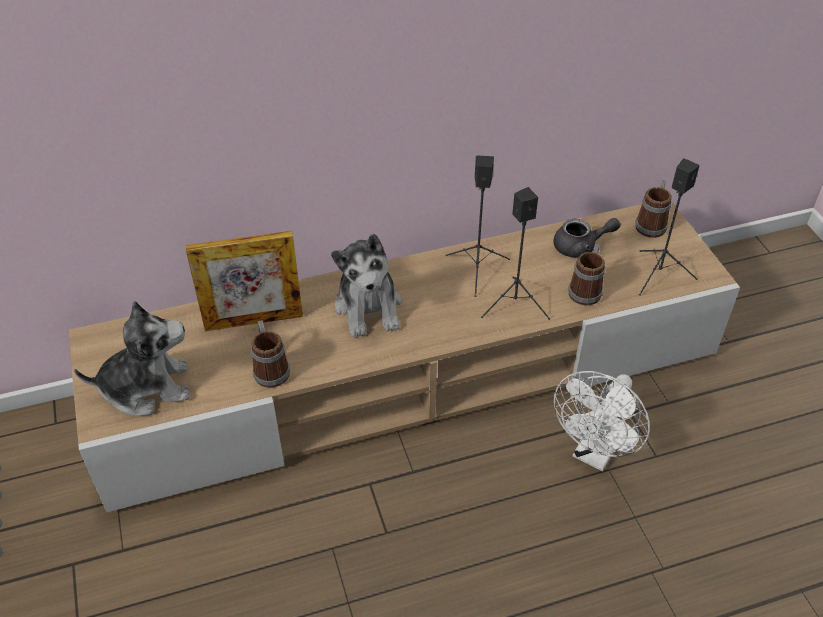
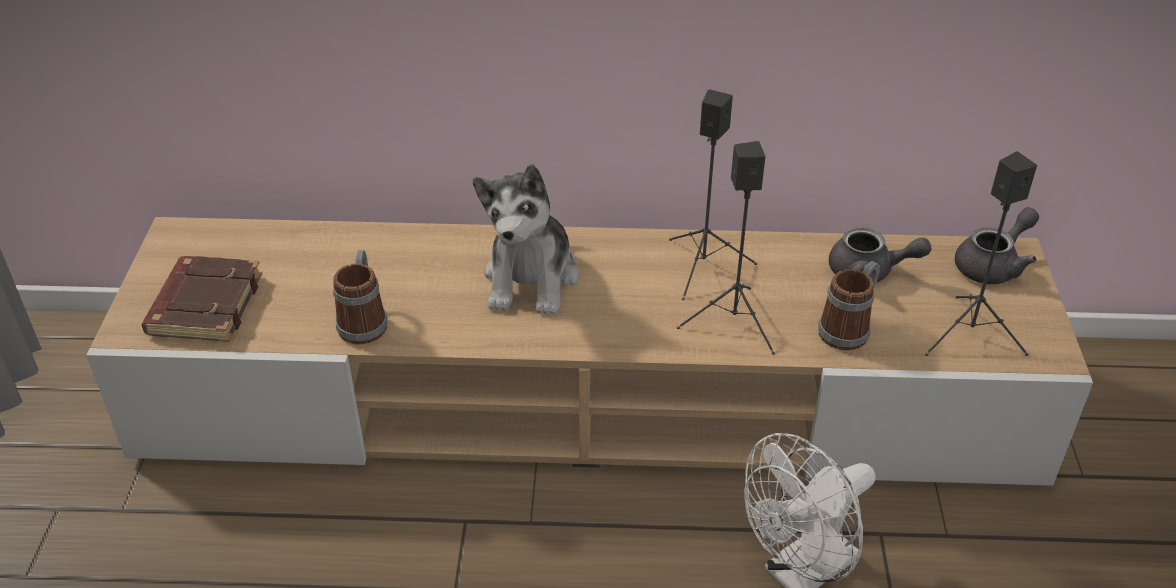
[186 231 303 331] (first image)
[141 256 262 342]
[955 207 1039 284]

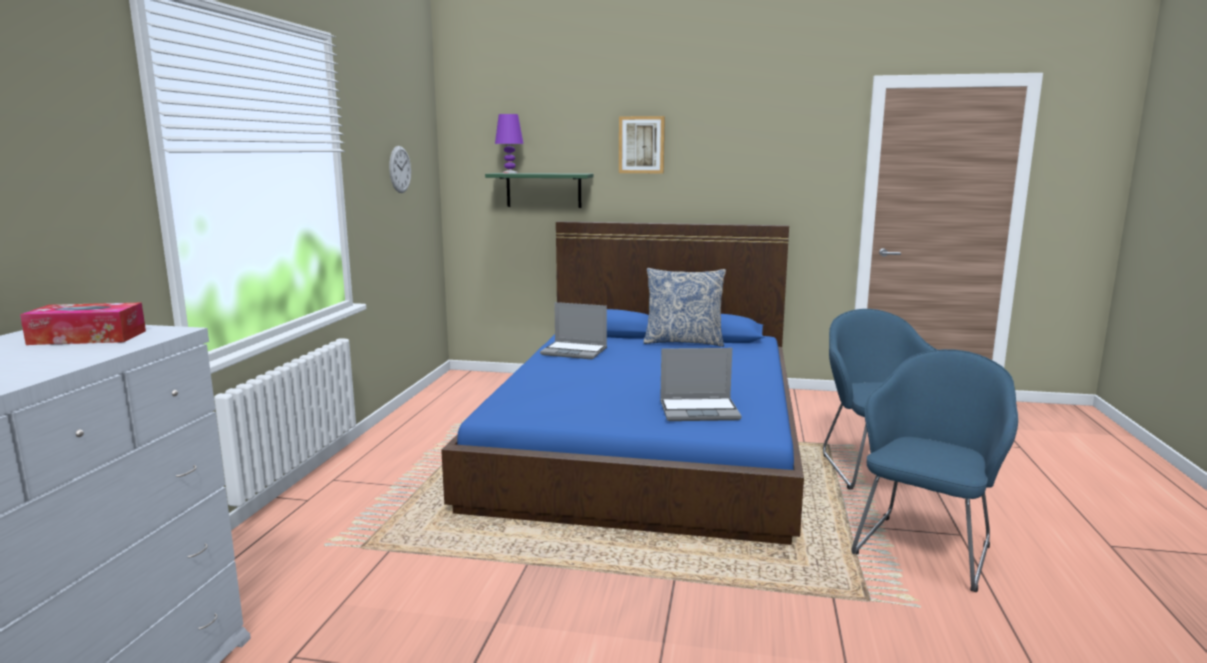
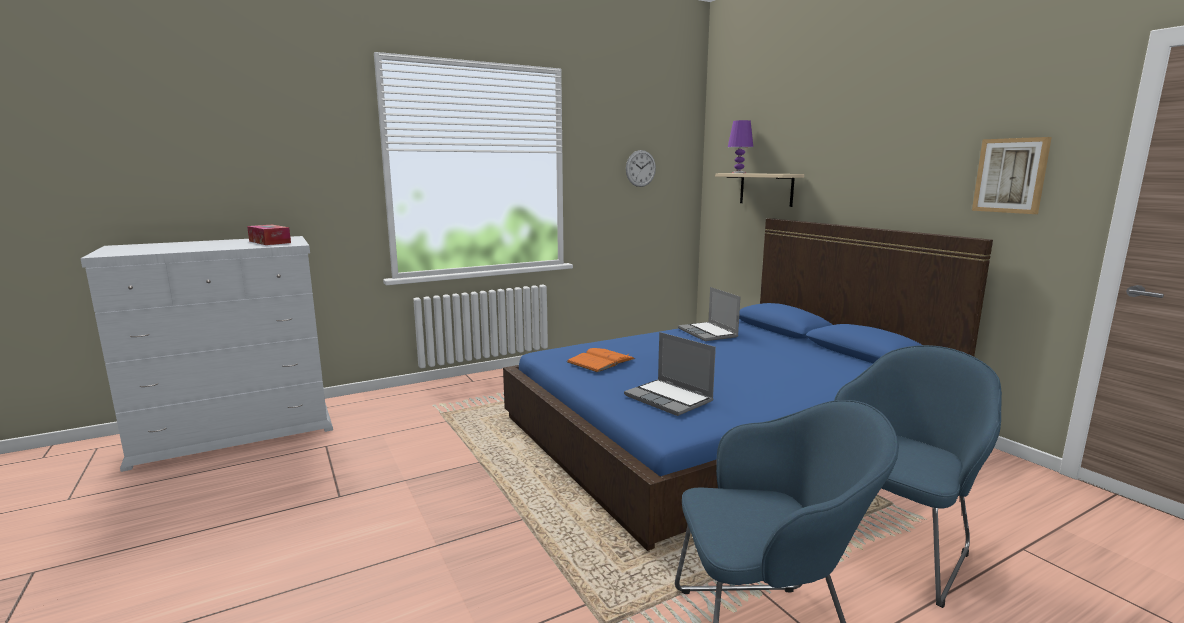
[643 268 726 347] (first image)
[567 348 635 372]
[972 137 1052 214]
[715 173 804 207]

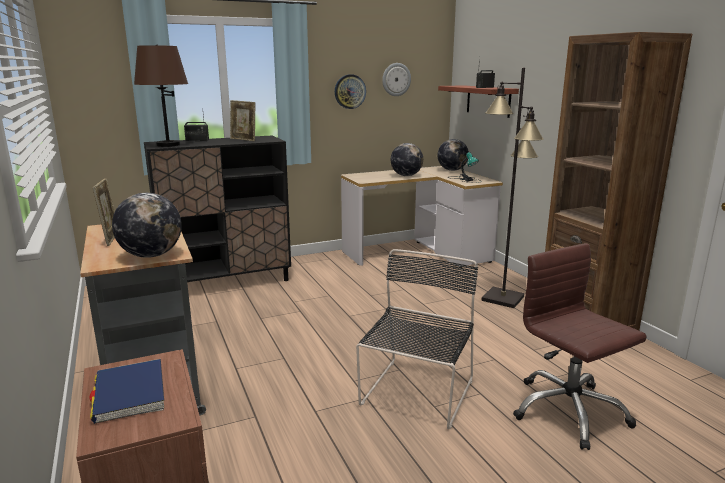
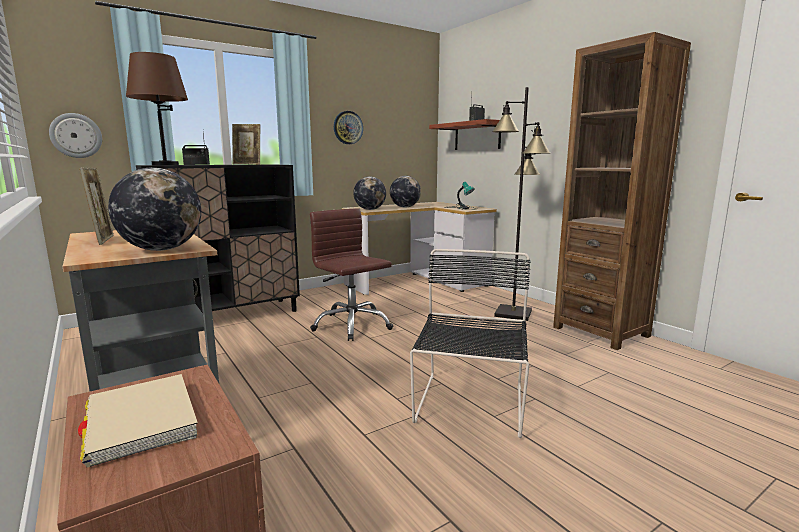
[49 113 102 158]
[353 176 386 210]
[310 208 393 341]
[78 374 198 468]

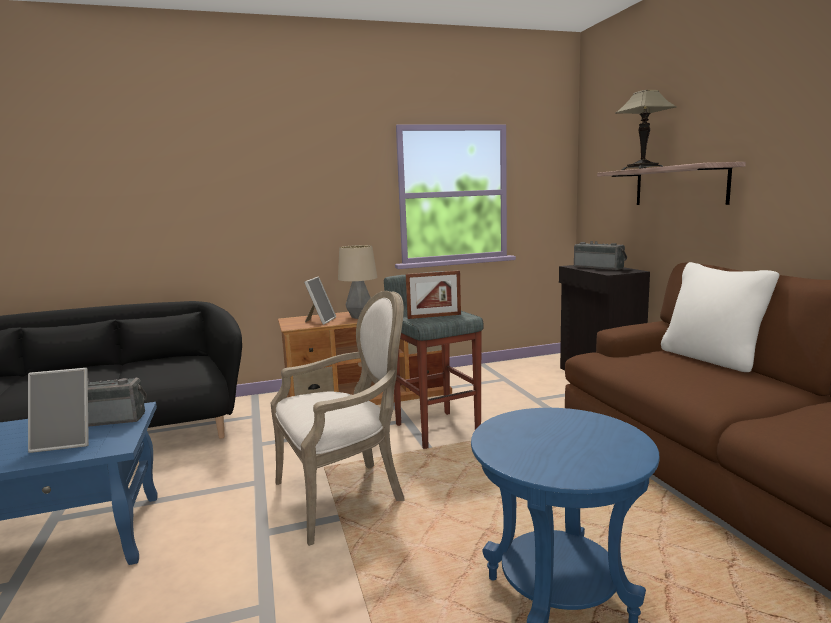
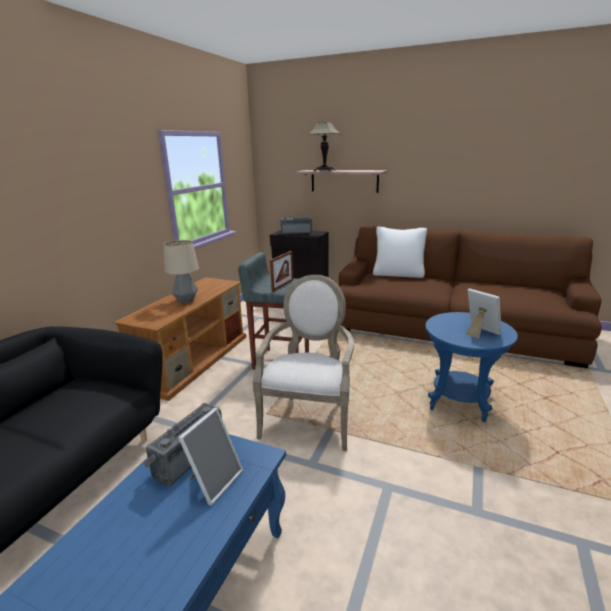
[466 288 501 339]

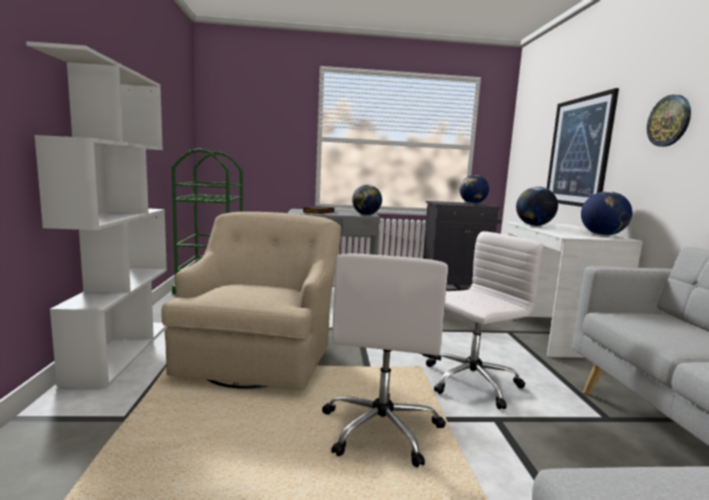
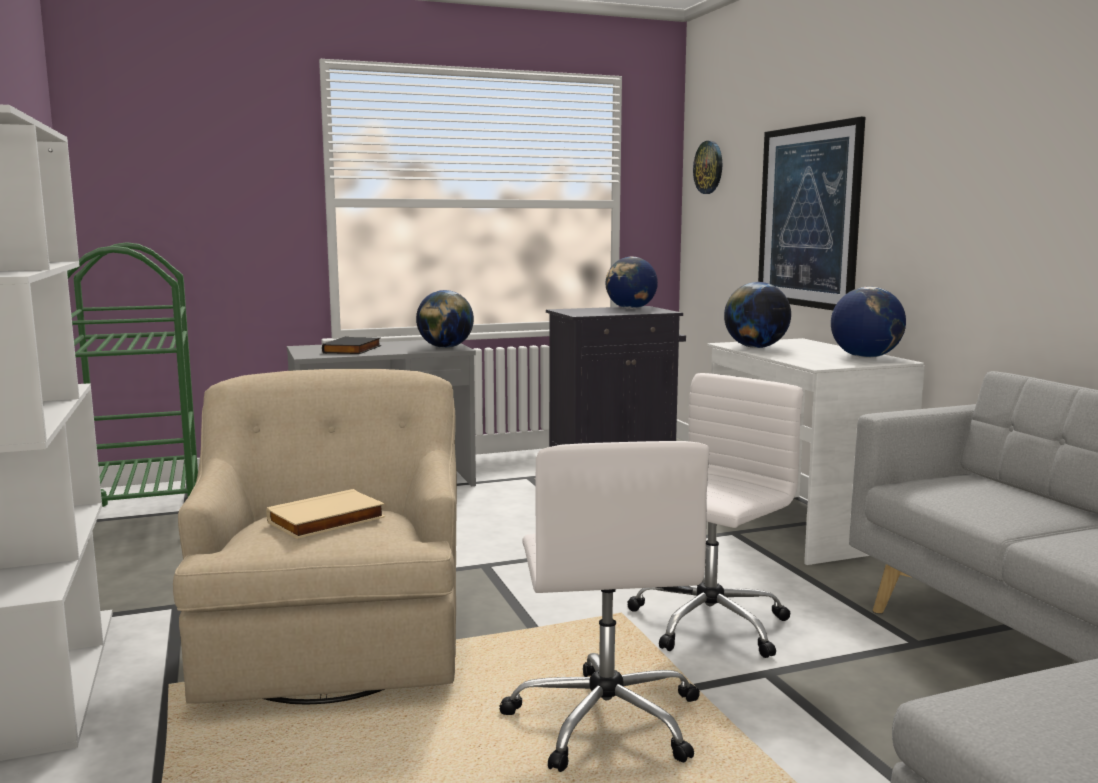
[266 489 385 539]
[693 141 722 194]

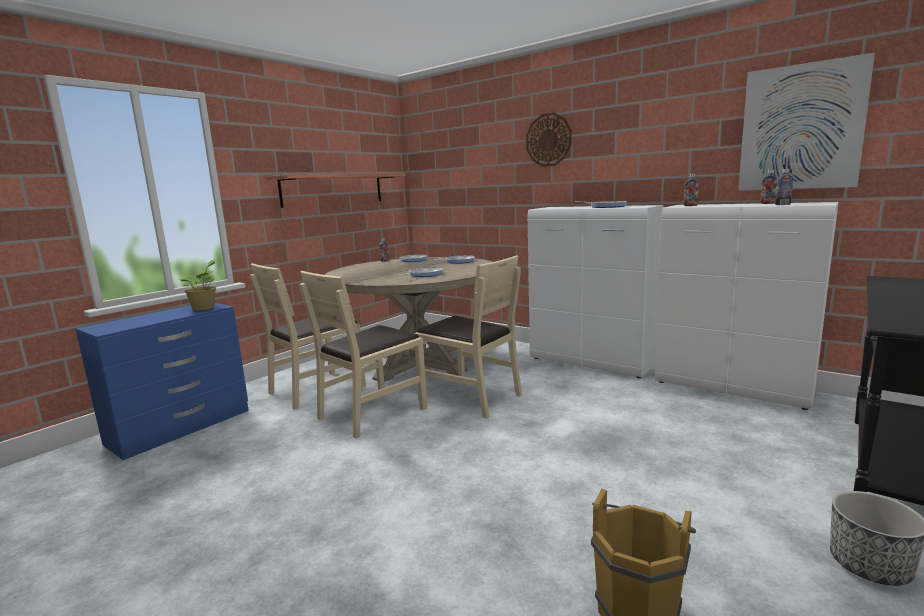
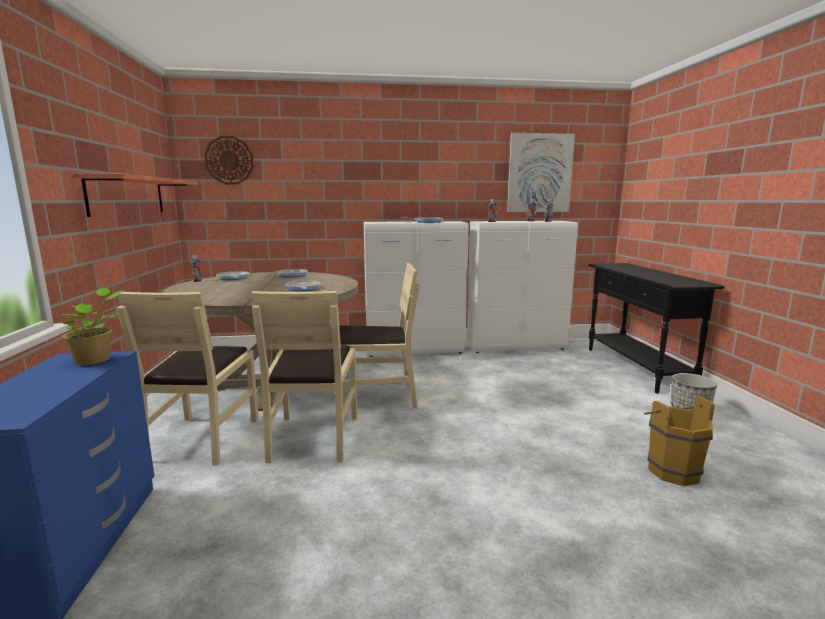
[204 136 254 185]

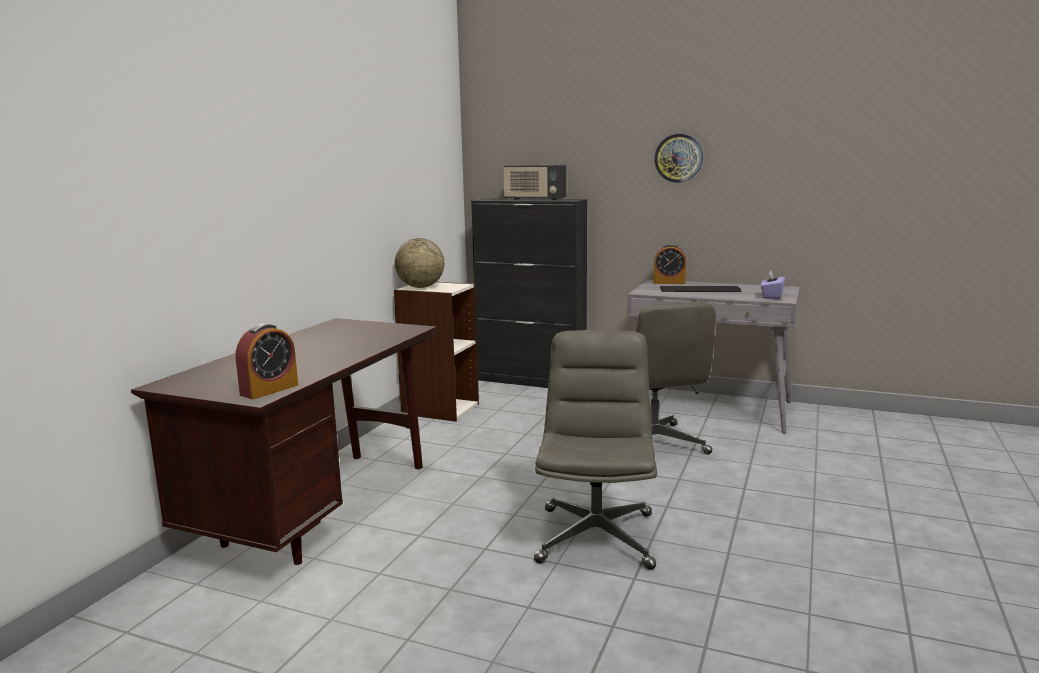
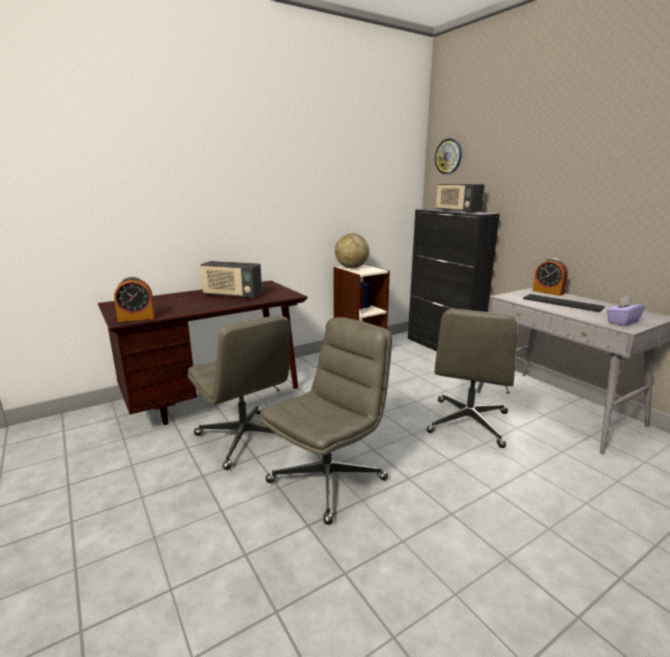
[188 315 290 470]
[200 261 262 299]
[435 138 462 174]

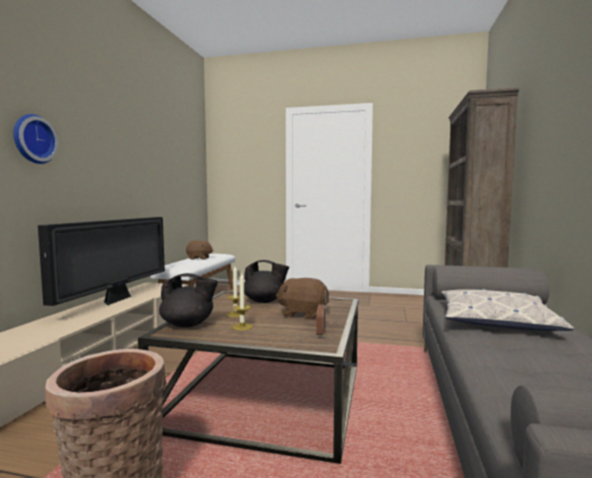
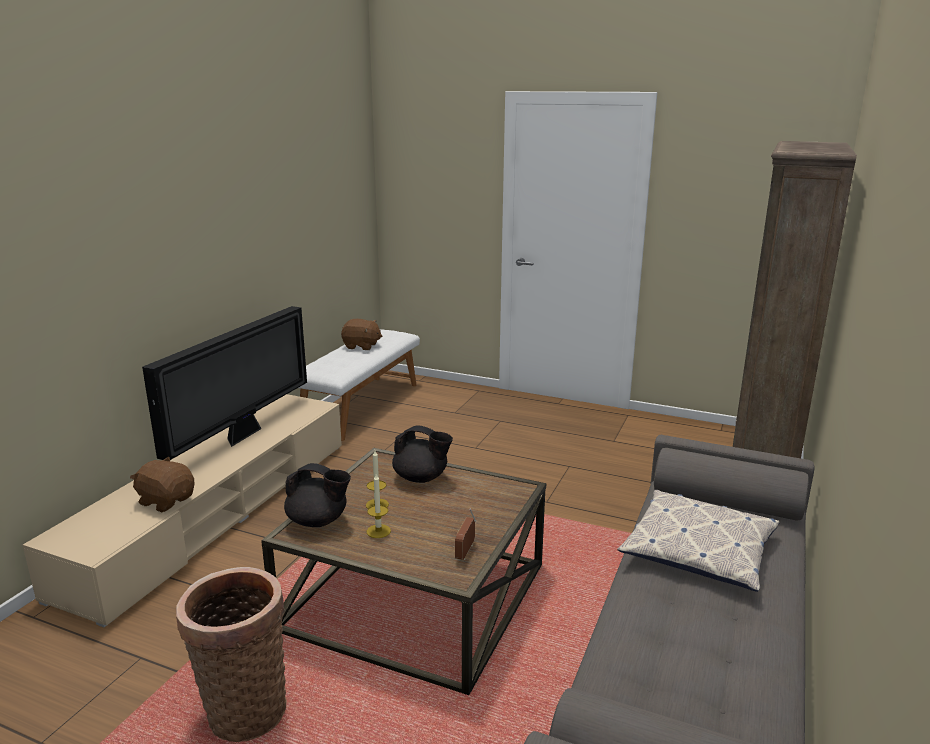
[13 114 59 164] (first image)
[130 457 195 513]

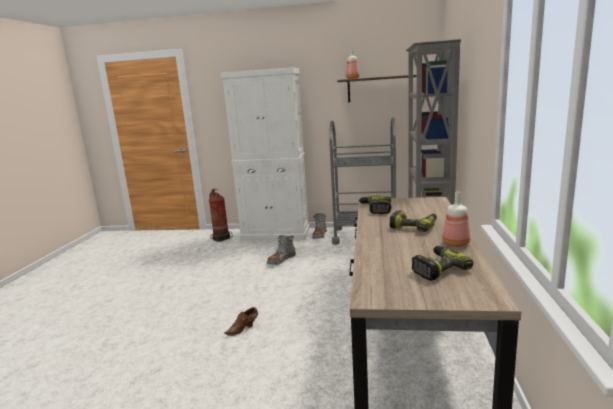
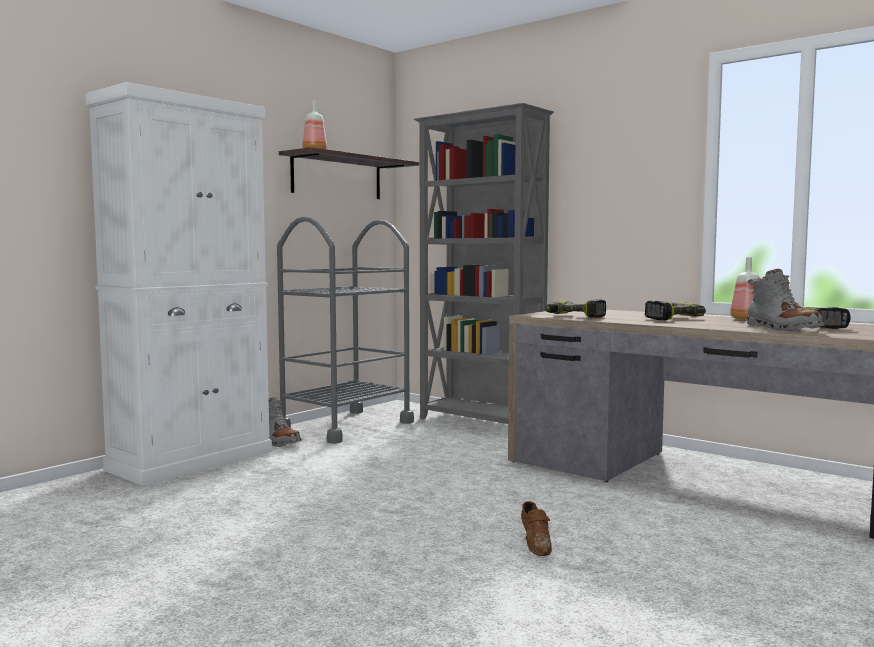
[209 189 232 242] (first image)
[747 269 825 332]

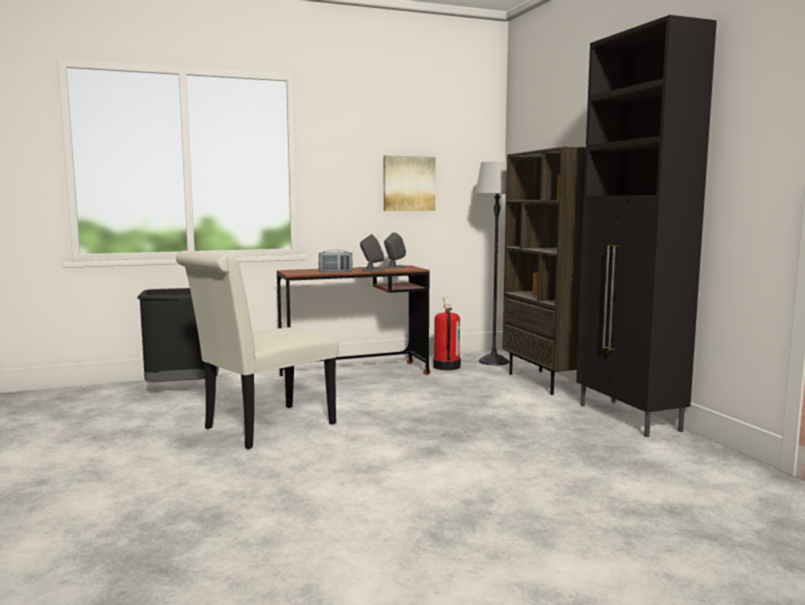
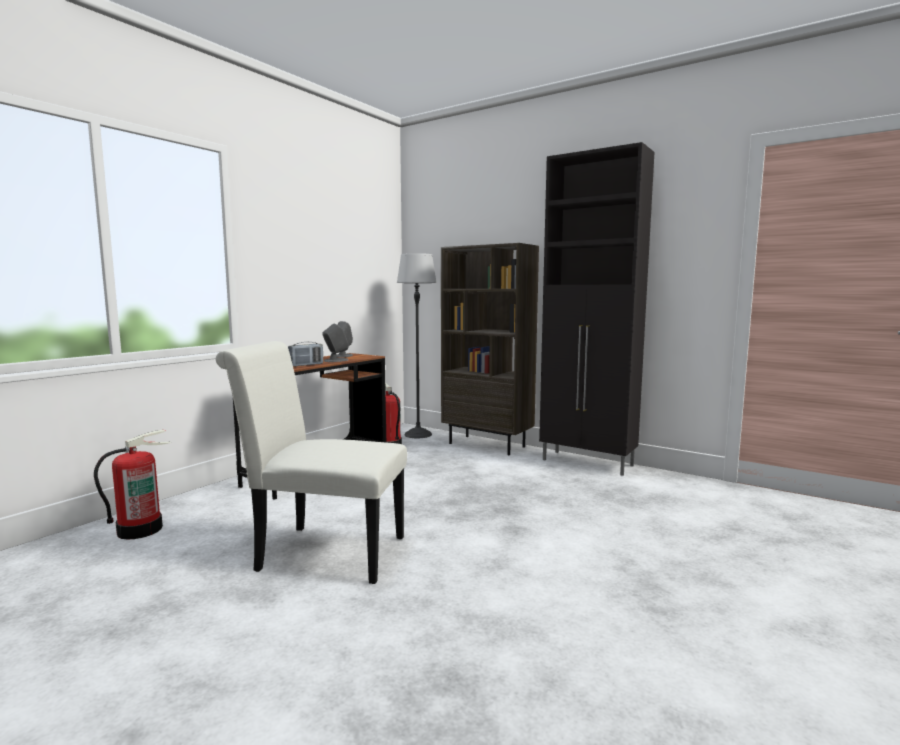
[384 156 436 211] (first image)
[94 430 172 540]
[216 341 407 584]

